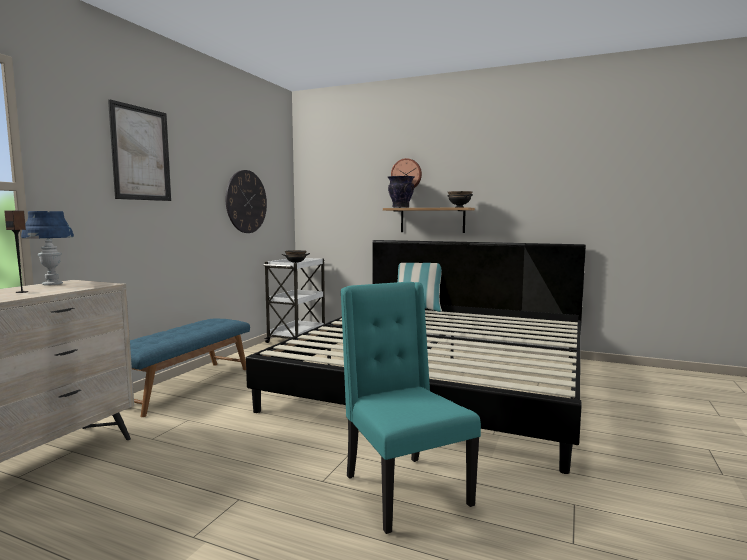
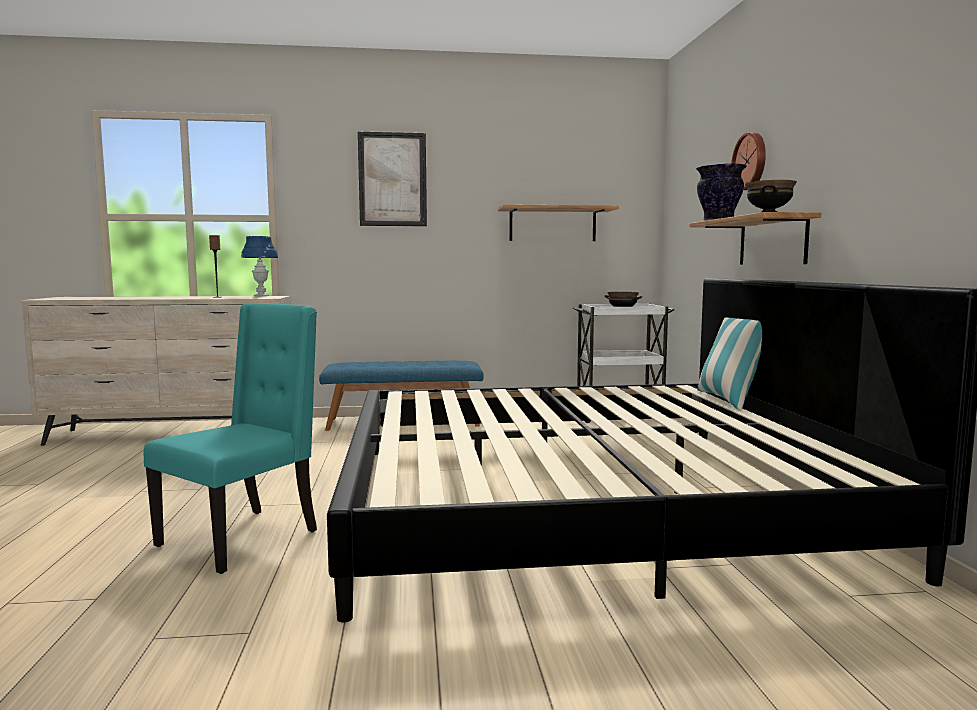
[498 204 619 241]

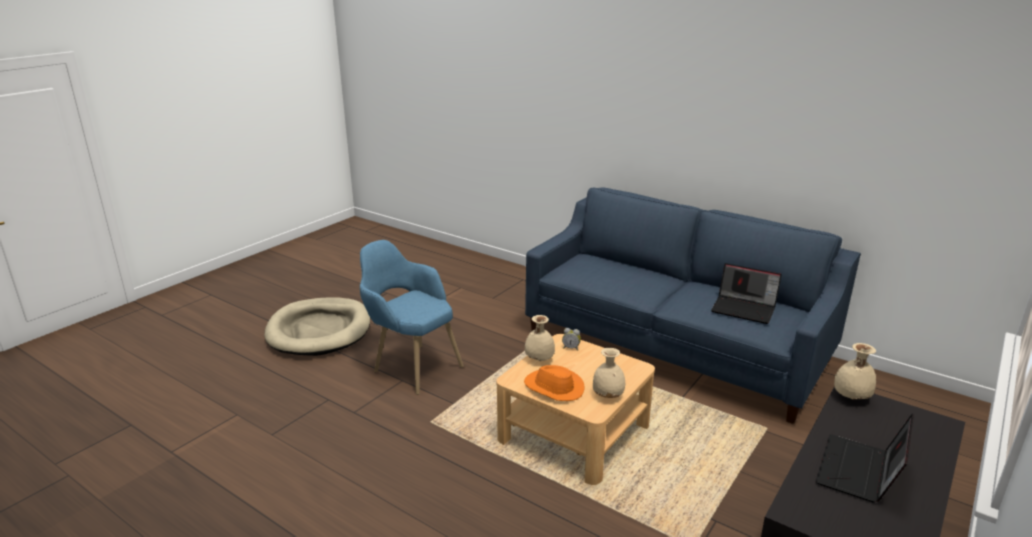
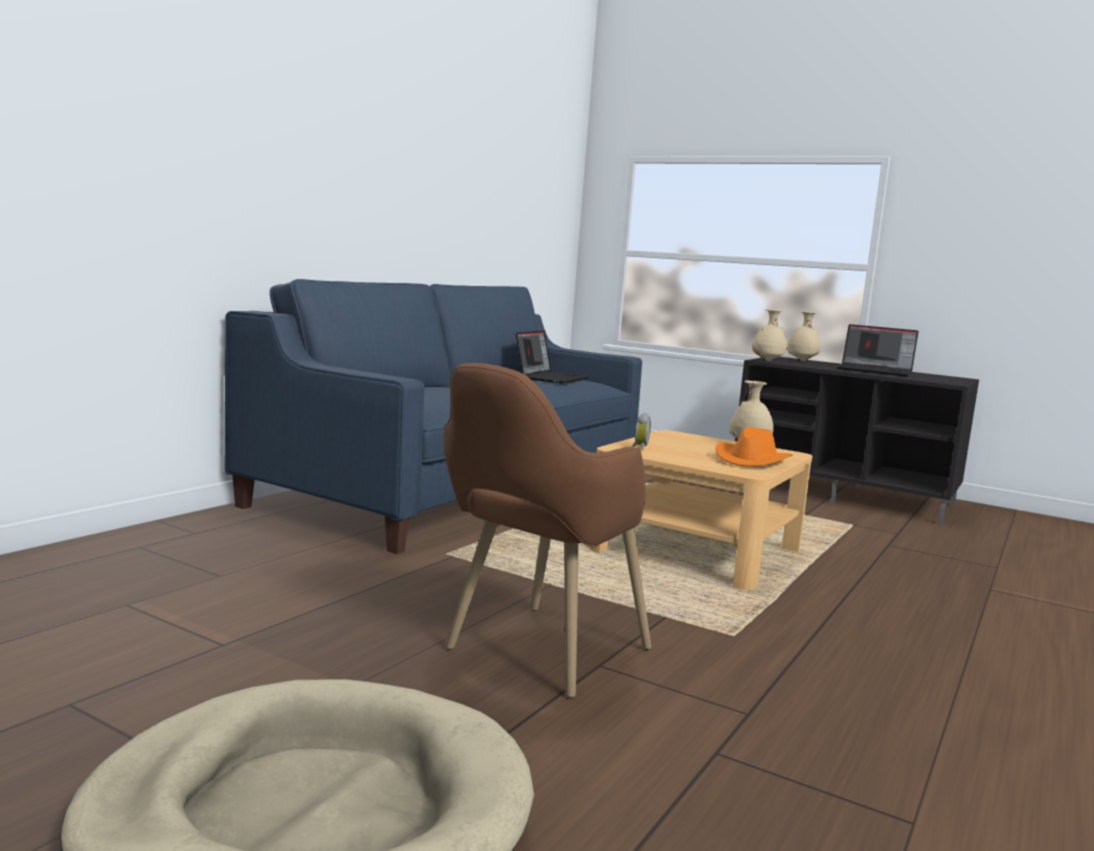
[787 311 820 361]
[443 363 651 698]

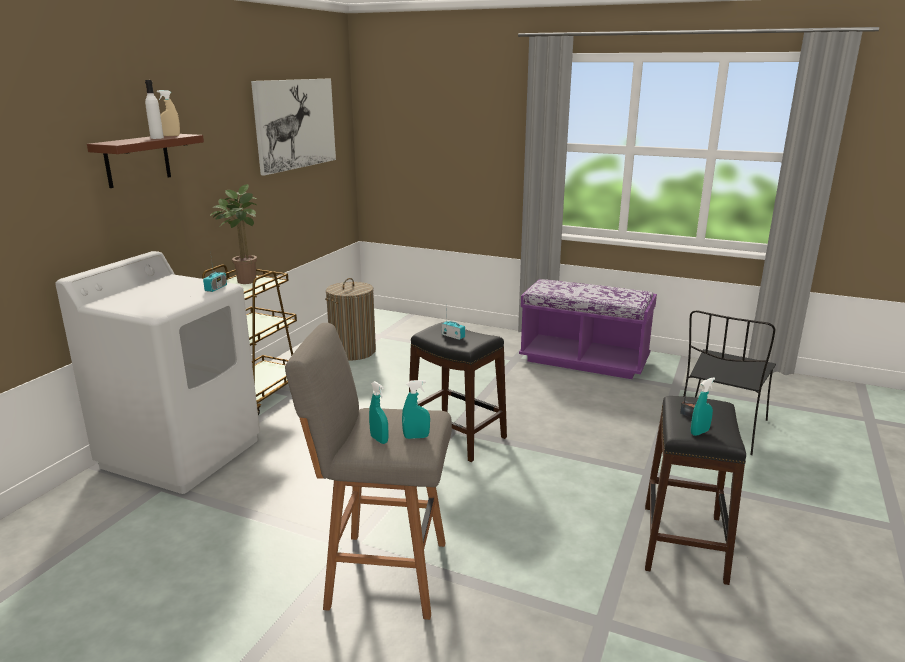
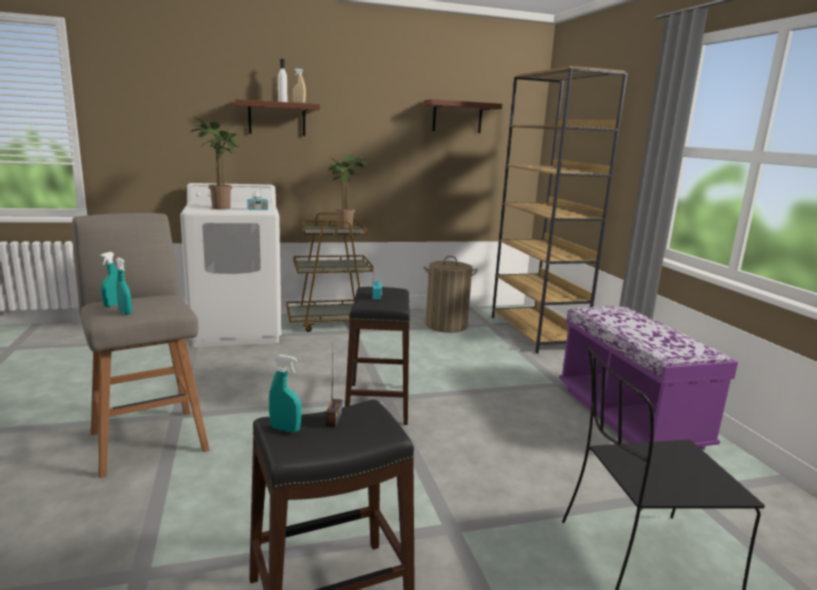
[191 117 242 210]
[492 66 628 354]
[424 99 502 133]

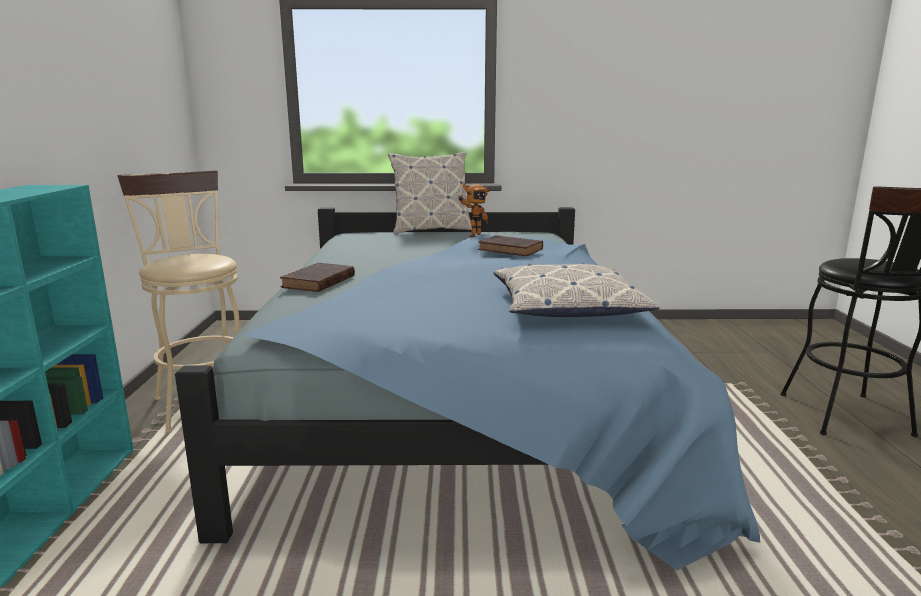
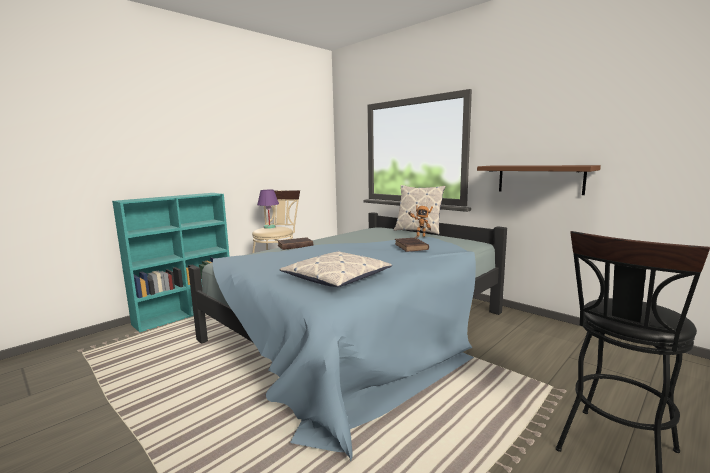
[257 190 279 229]
[477 165 601 195]

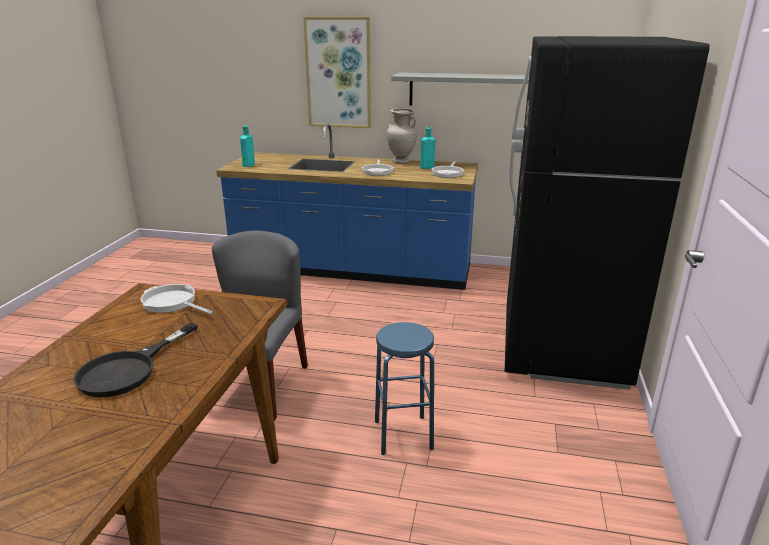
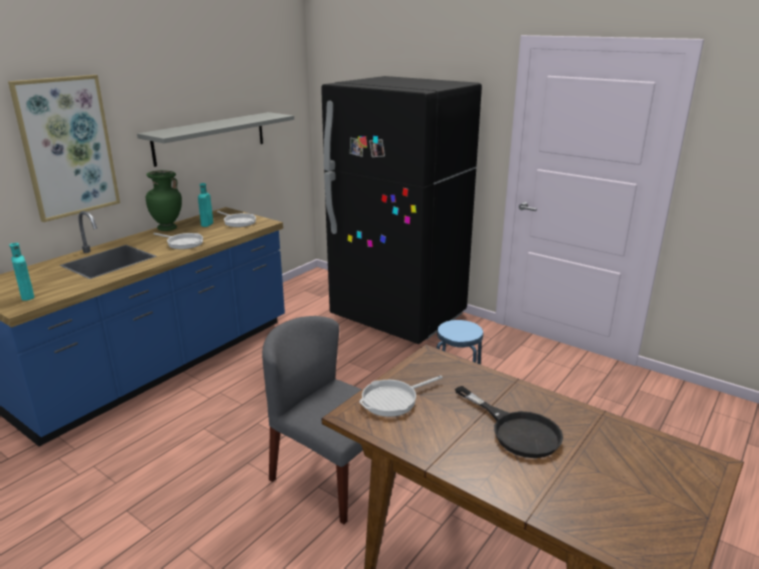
[146 170 182 231]

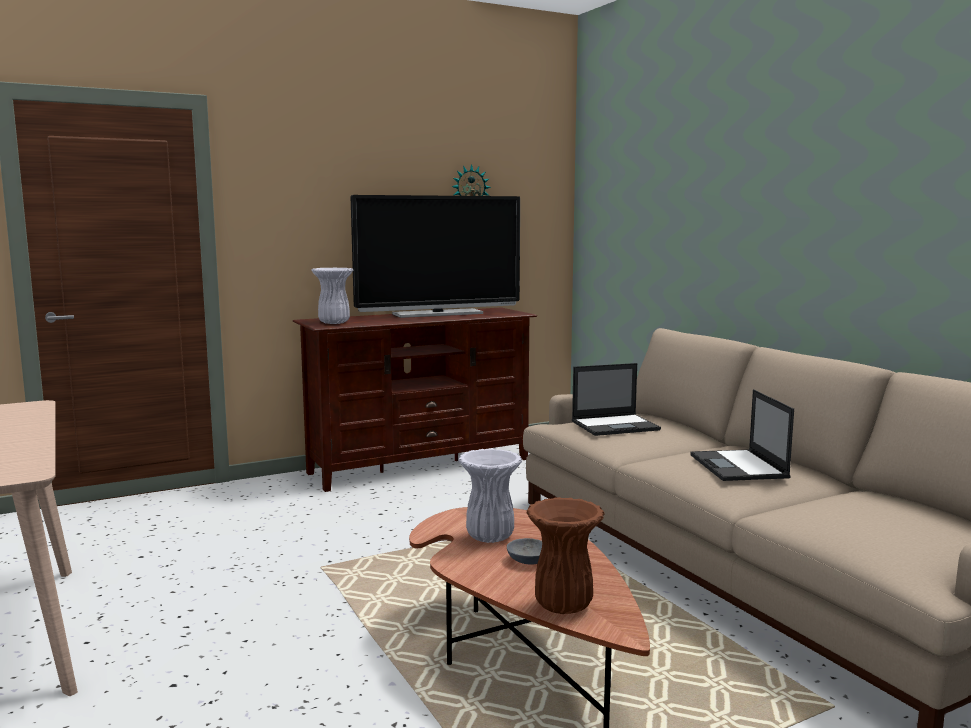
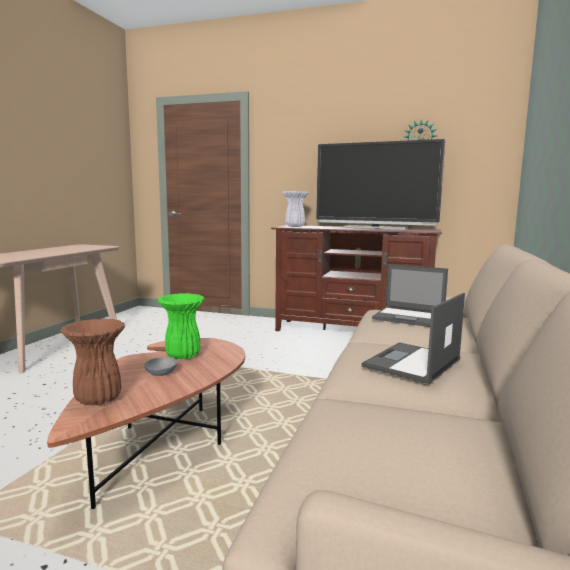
[158 293 205 359]

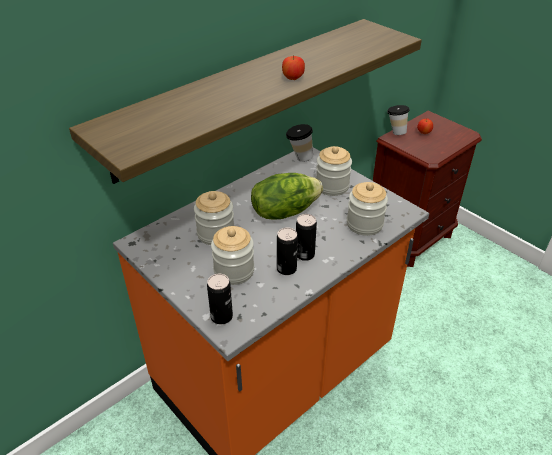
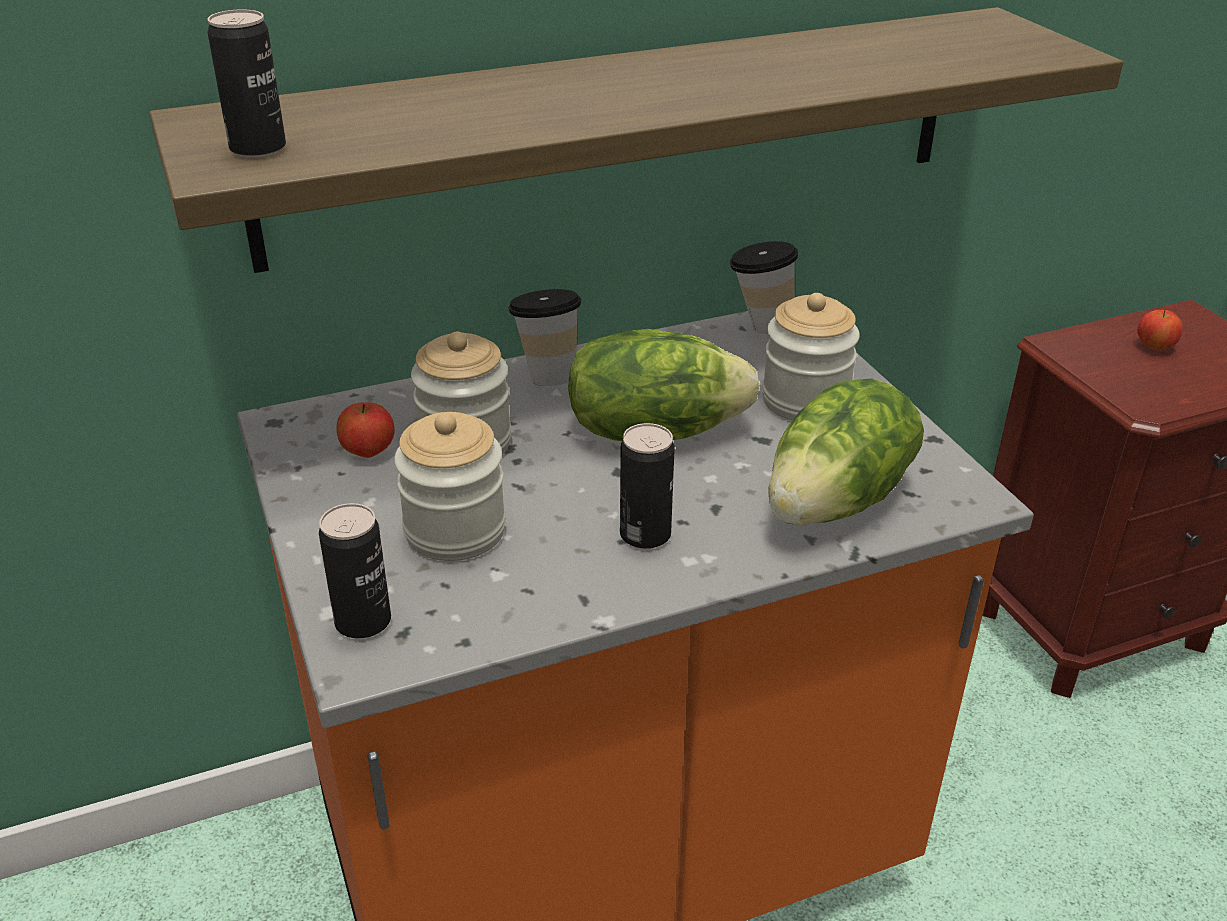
[207 9 286 158]
[336 402 395 458]
[508 289 581 386]
[769 378 924 526]

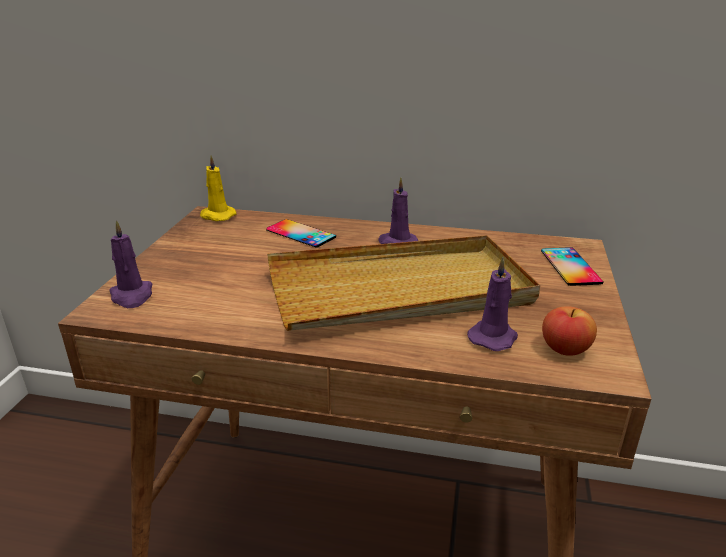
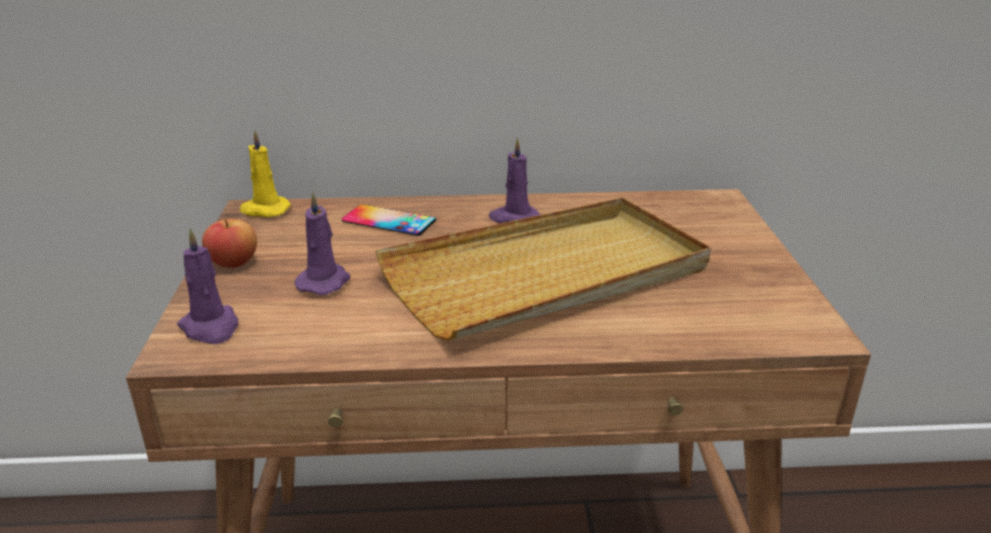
[541 247 603 286] (first image)
[295 192 350 295]
[202 218 257 268]

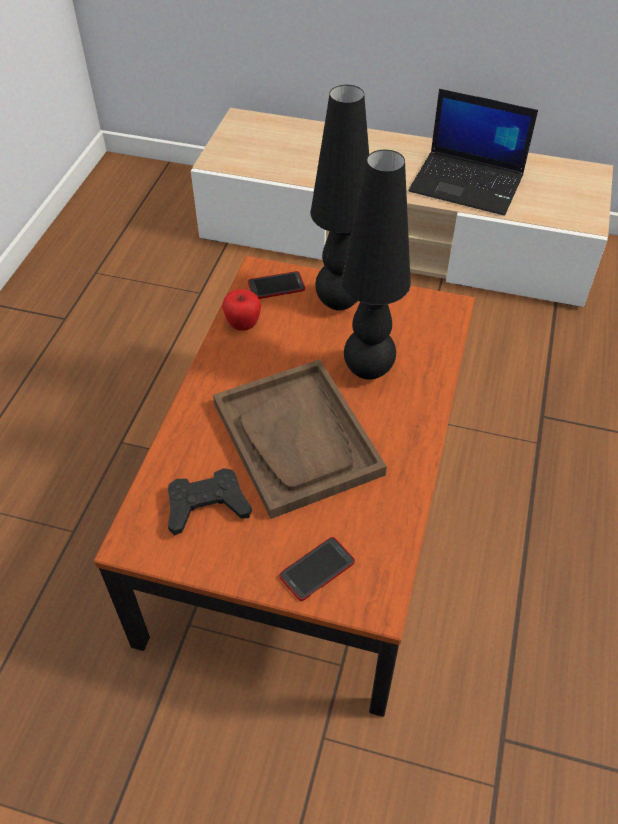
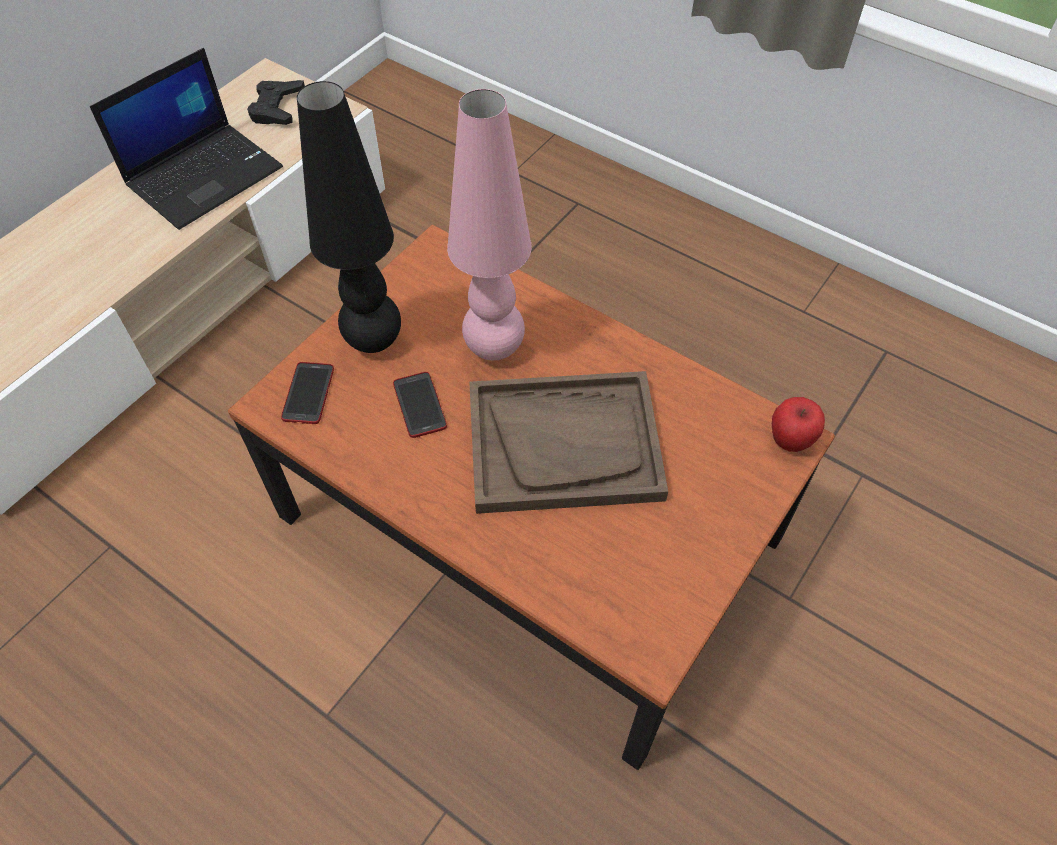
[247 80 305 125]
[772 397 825 452]
[393 372 447 438]
[447 89 532 361]

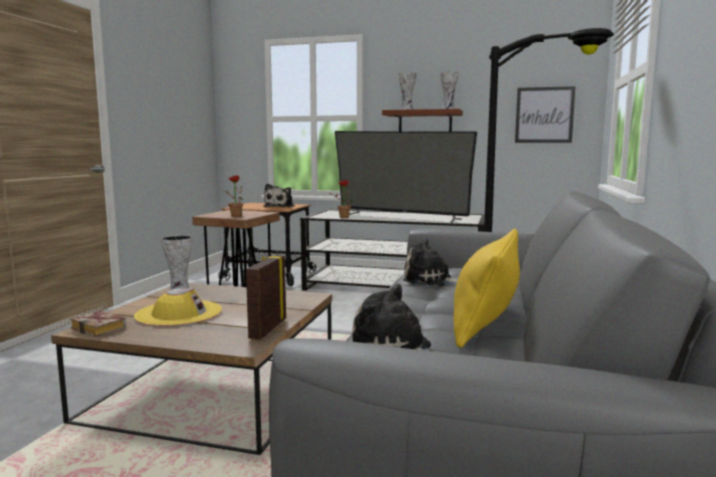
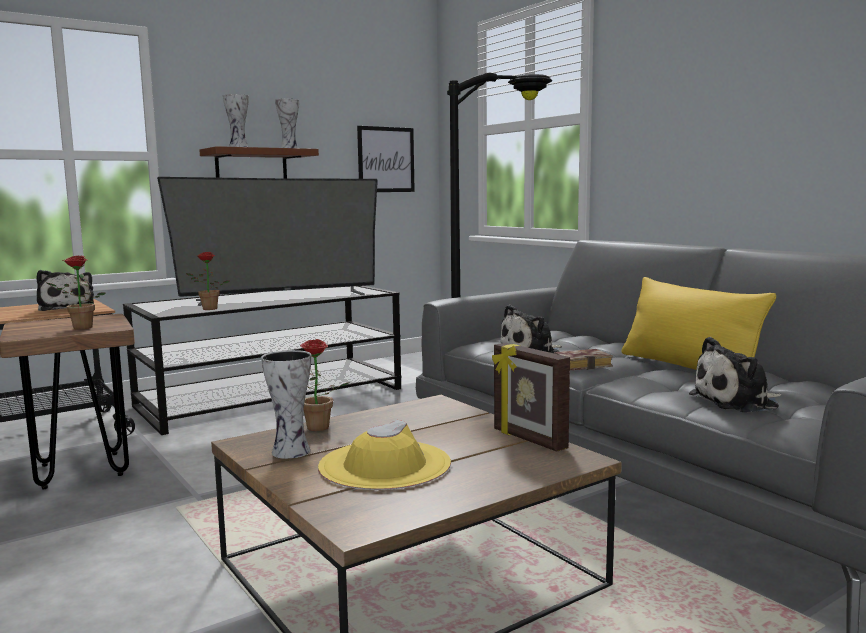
[300 339 350 431]
[554 349 613 370]

